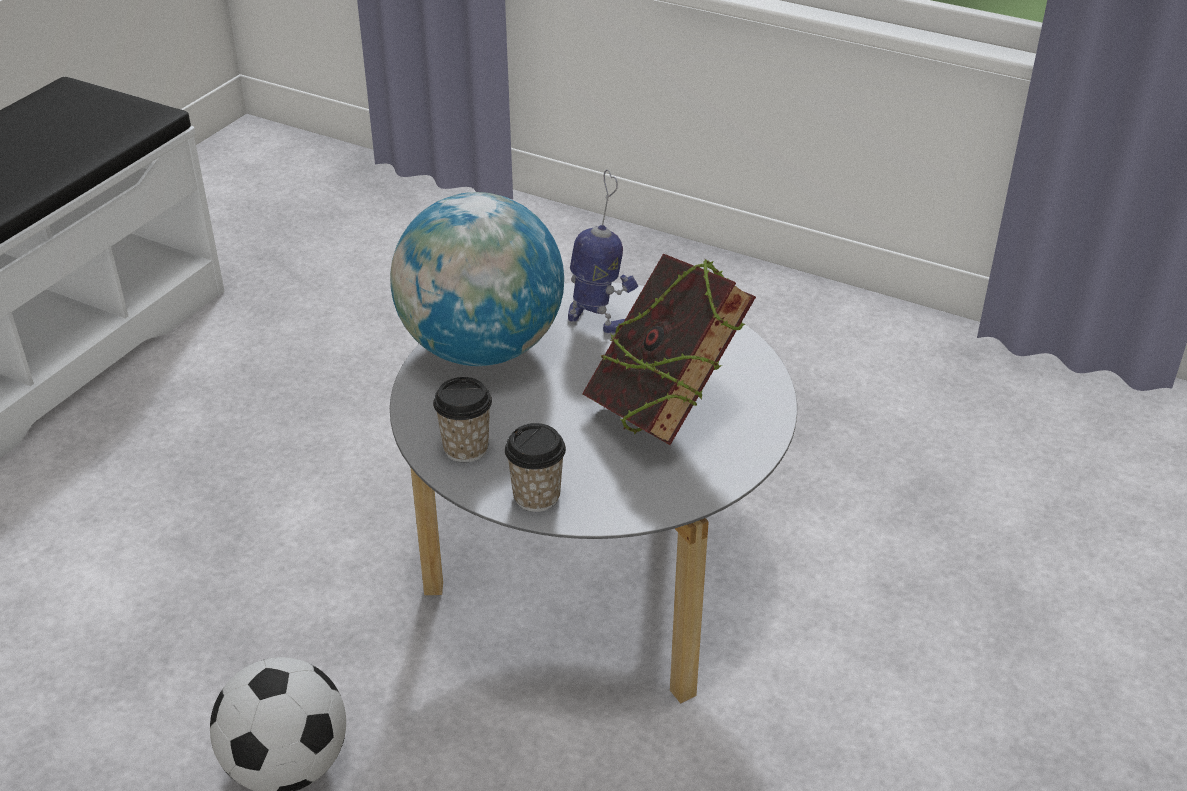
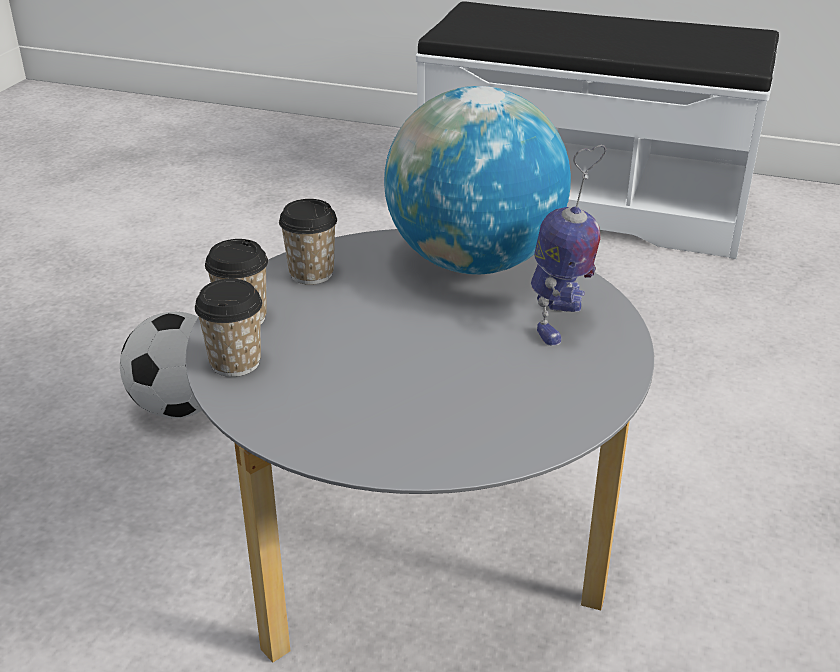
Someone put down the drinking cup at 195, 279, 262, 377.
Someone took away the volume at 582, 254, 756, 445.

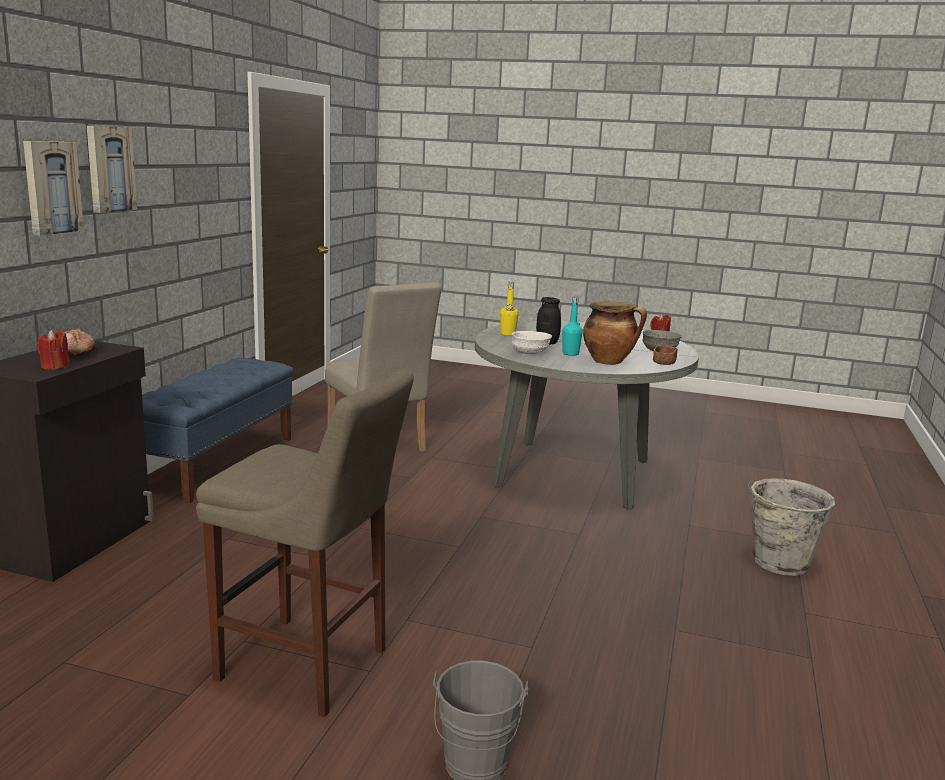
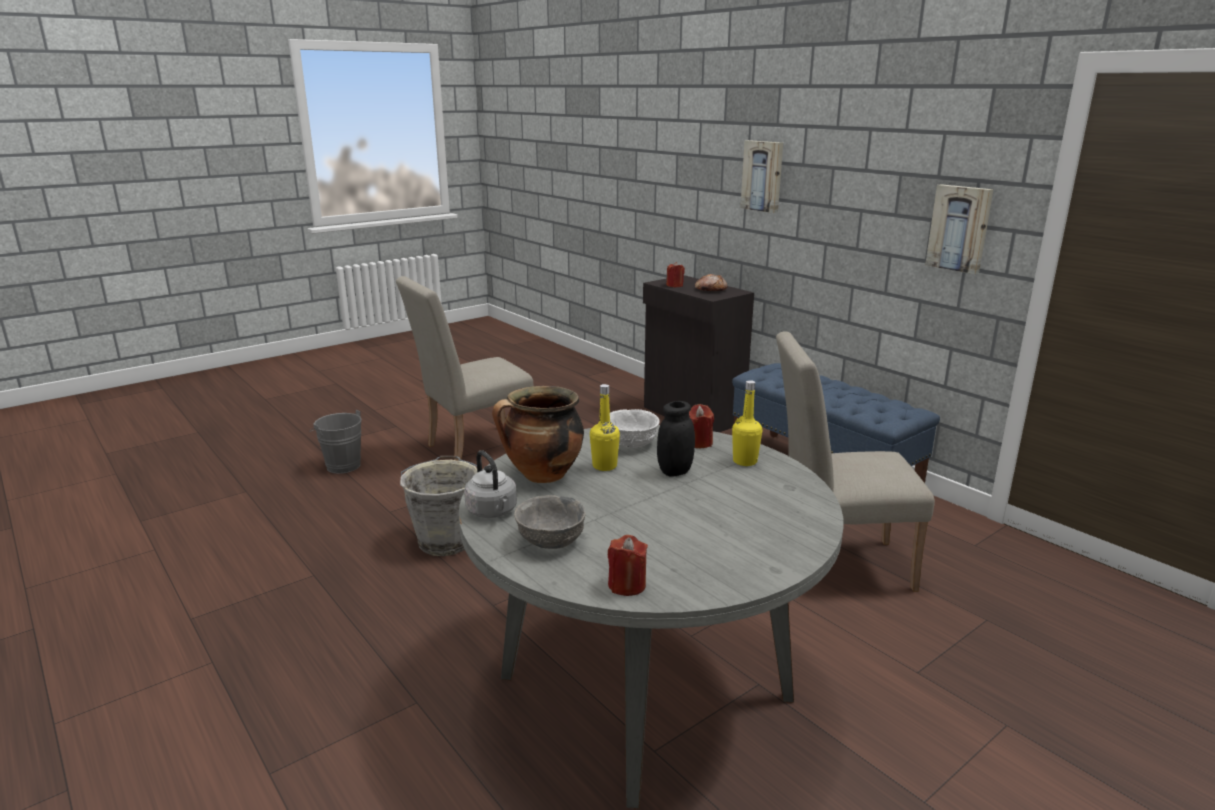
Someone swapped the beige stool seat at 196, 369, 414, 717 for the beige plain chair at 396, 276, 534, 461.
Someone carried the gray water bucket from 747, 478, 835, 576 to 400, 456, 477, 556.
Someone swapped the brown serving bowl at 653, 345, 677, 365 for the gray water kettle at 464, 450, 517, 518.
Someone repainted the turquoise-coloured bottle at 563, 296, 583, 356, which became the yellow bottle at 590, 384, 620, 471.
Someone put down the reddish wax candle at 689, 404, 714, 448.
Someone carried the wall art from 87, 126, 137, 213 to 925, 184, 993, 274.

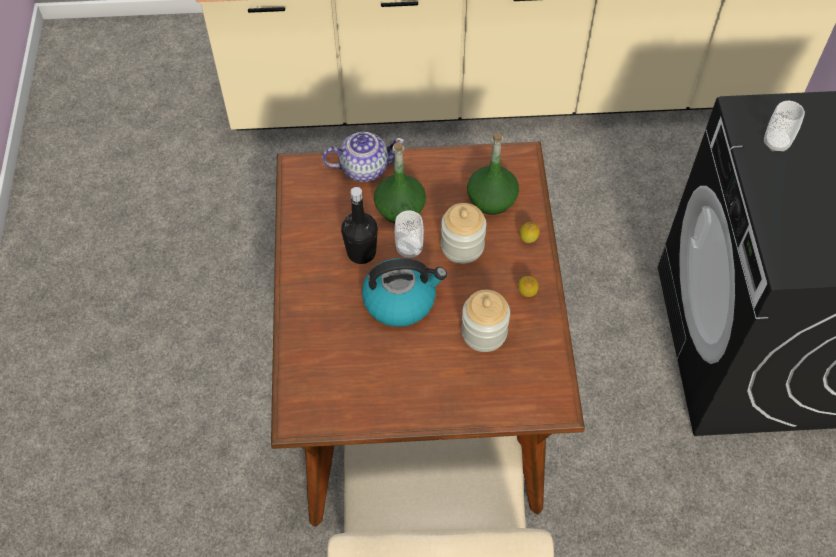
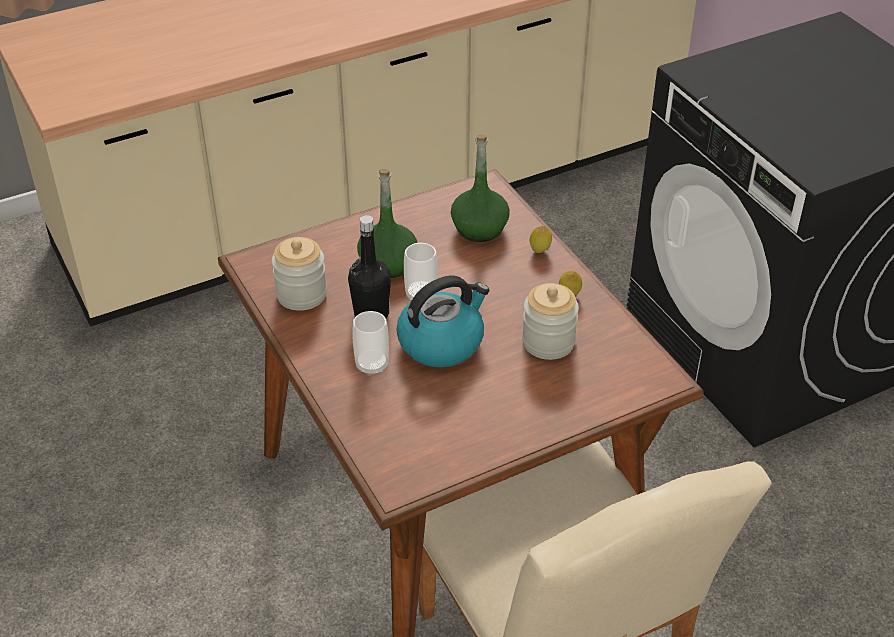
Someone carried the jar from 441, 203, 486, 264 to 272, 237, 327, 311.
Someone carried the drinking cup from 764, 101, 805, 152 to 352, 311, 389, 376.
Someone took away the pot for tea at 322, 132, 404, 182.

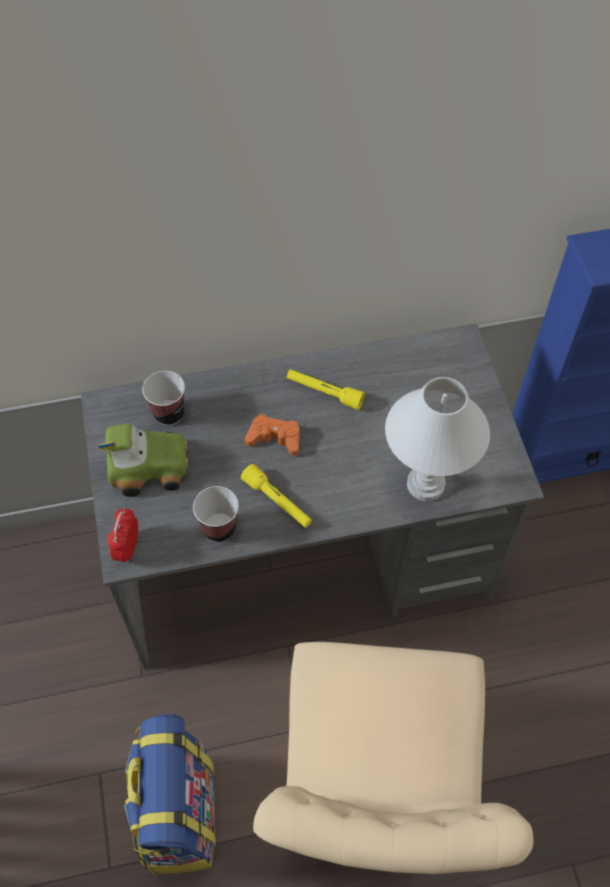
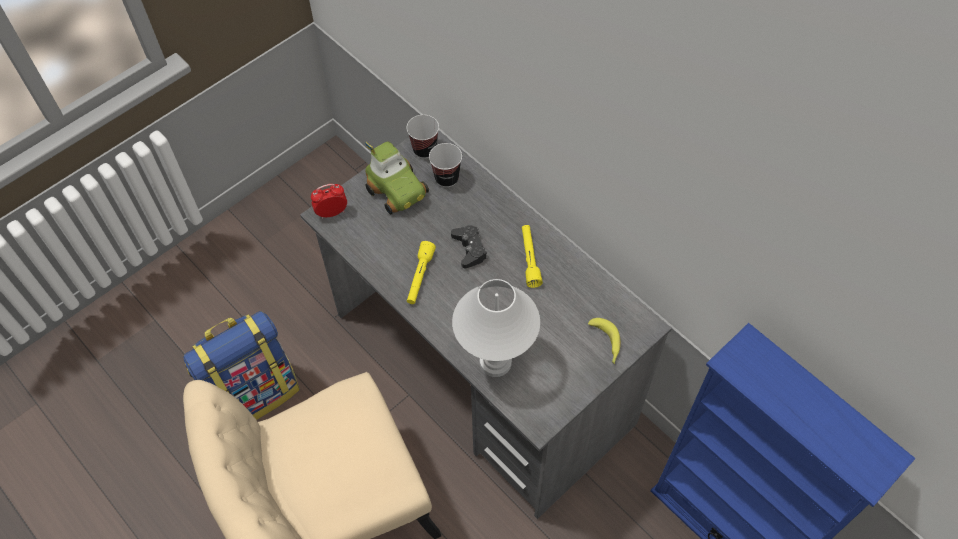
Someone carried the drinking cup from 193, 486, 239, 542 to 406, 115, 439, 159.
Someone repainted the orange-coloured game controller at 245, 414, 300, 456, which became the black-coloured game controller at 451, 225, 488, 269.
Someone put down the whole banana at 588, 318, 621, 364.

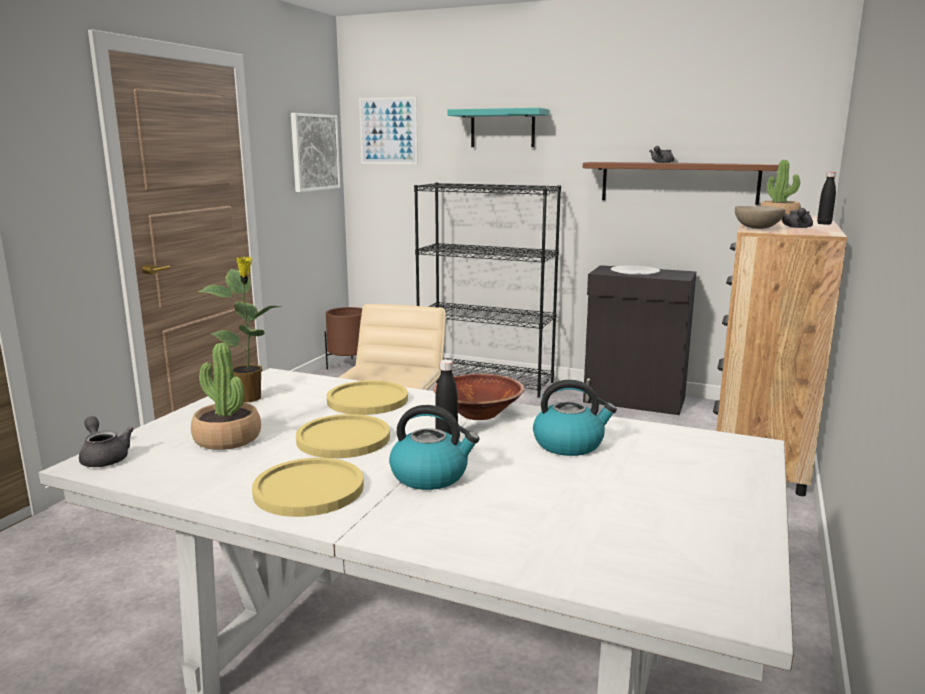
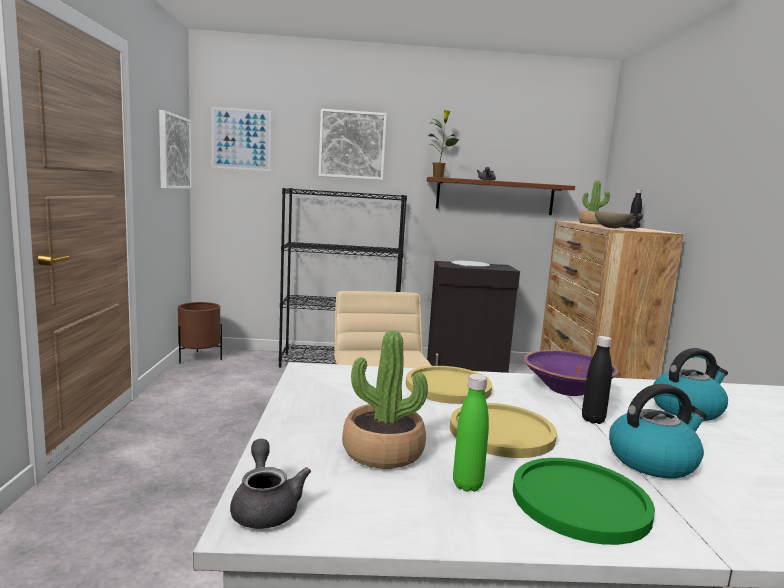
Someone rotated the gray pot for tea at 79, 416, 134, 467 by 45 degrees clockwise.
Someone swapped the turquoise-coloured wall shelf at 447, 108, 549, 147 for the wall art at 319, 109, 387, 180.
Someone carried the plant in a pot from 198, 256, 283, 402 to 428, 110, 460, 177.
Someone put down the green bottle at 453, 374, 489, 492.
Someone repainted the yellow dinner plate at 252, 458, 364, 517, which became the green dinner plate at 513, 458, 655, 545.
Someone repainted the brown serving bowl at 433, 374, 525, 420, which became the purplish serving bowl at 524, 350, 619, 396.

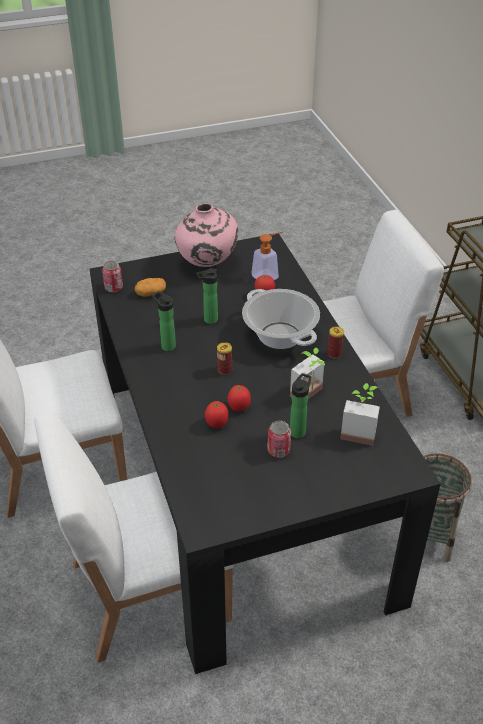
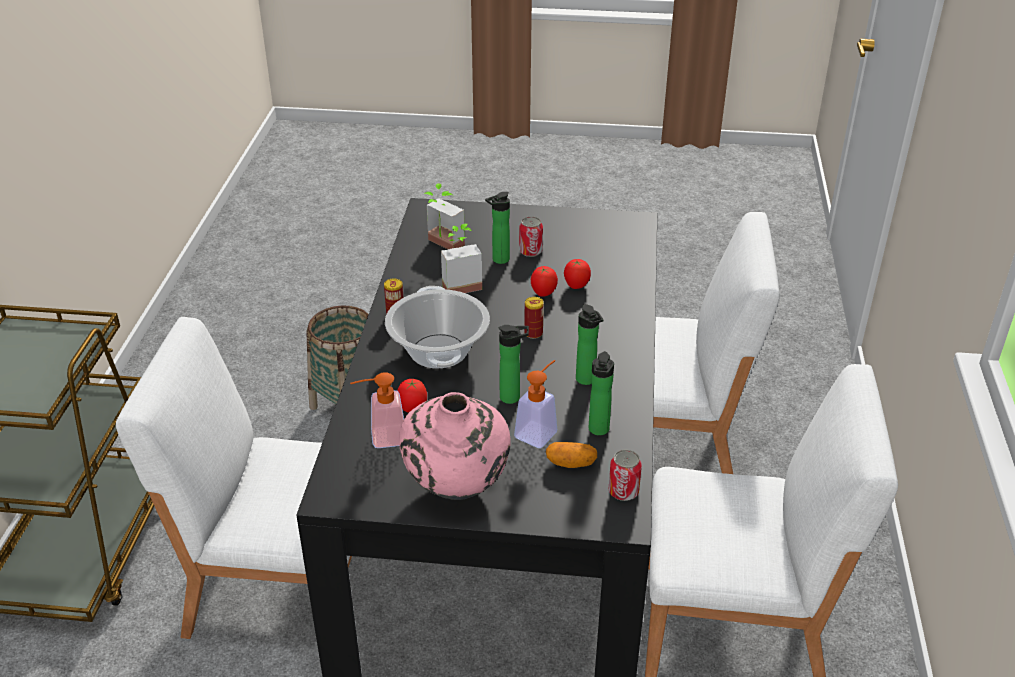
Someone put down the soap bottle at 514, 360, 557, 448.
Someone put down the bottle at 589, 351, 614, 435.

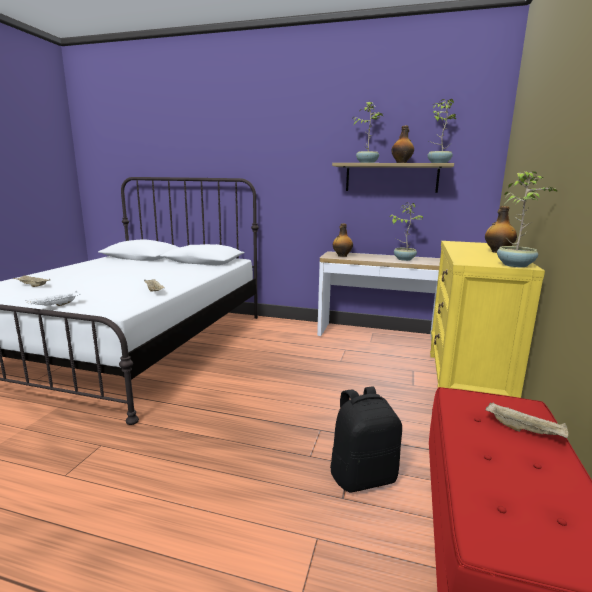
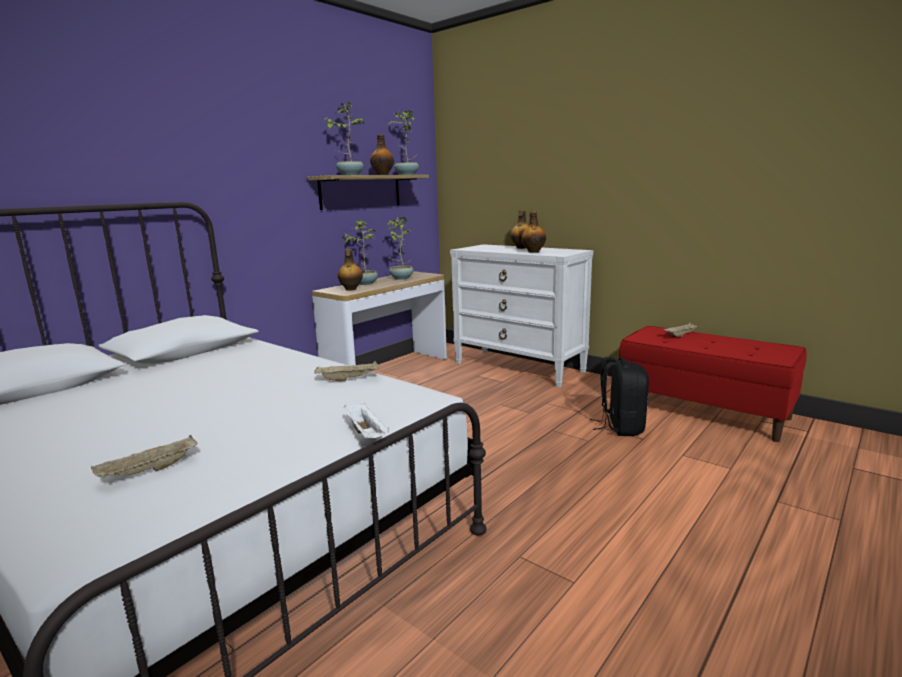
Someone carried the plant in a pot from 497, 171, 558, 267 to 344, 220, 378, 285.
Someone repainted the yellow dresser at 430, 241, 545, 398, which became the white-coloured dresser at 450, 244, 593, 388.
Someone put down the bottle at 521, 211, 546, 253.

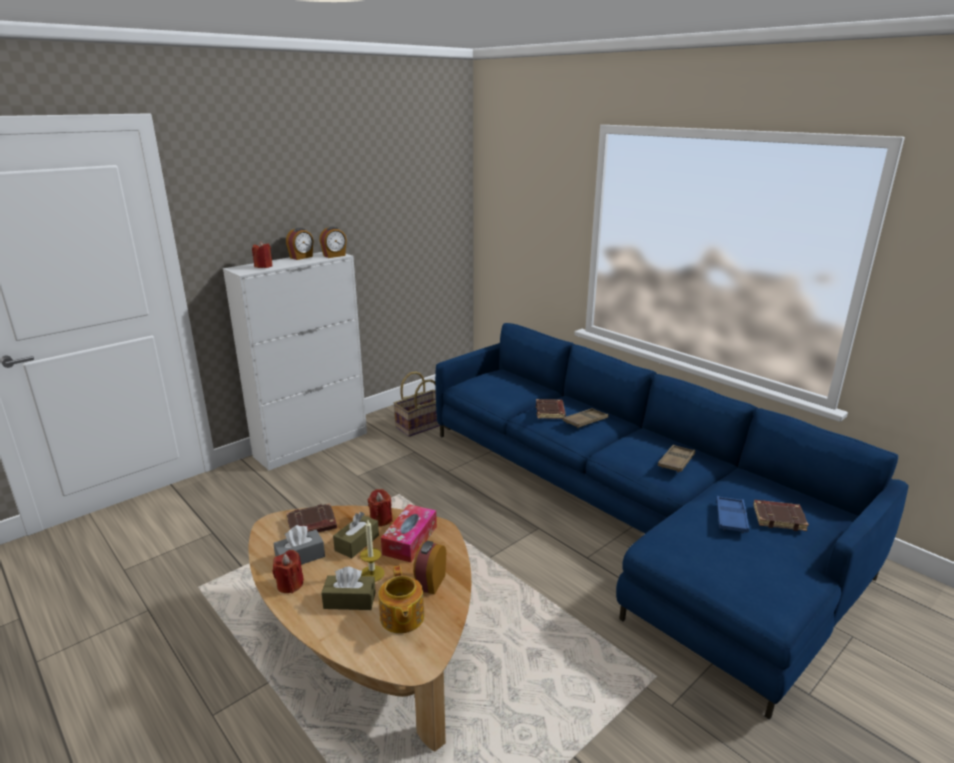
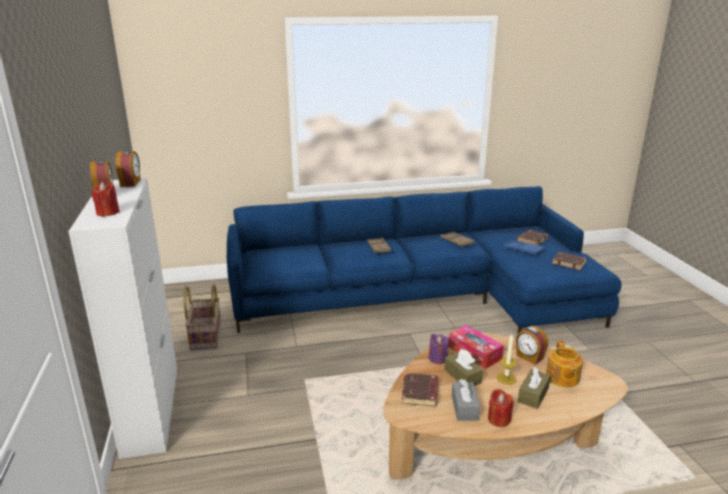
Someone repainted the reddish wax candle at 368, 489, 393, 526, which became the purplish wax candle at 429, 334, 449, 364.
Someone rotated the pot for tea at 378, 566, 424, 634 by 75 degrees clockwise.
Someone carried the brown volume from 536, 399, 566, 419 to 552, 252, 587, 270.

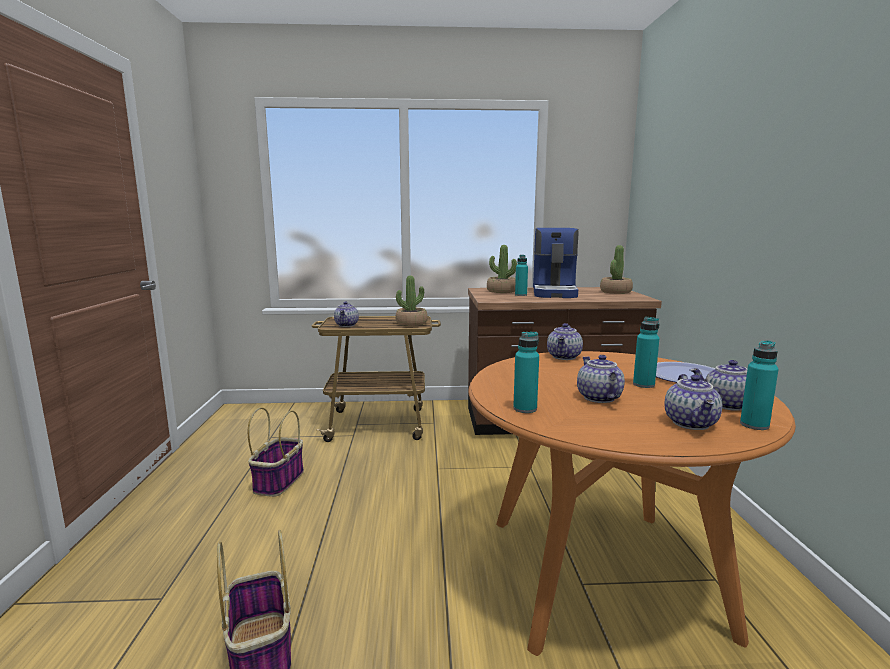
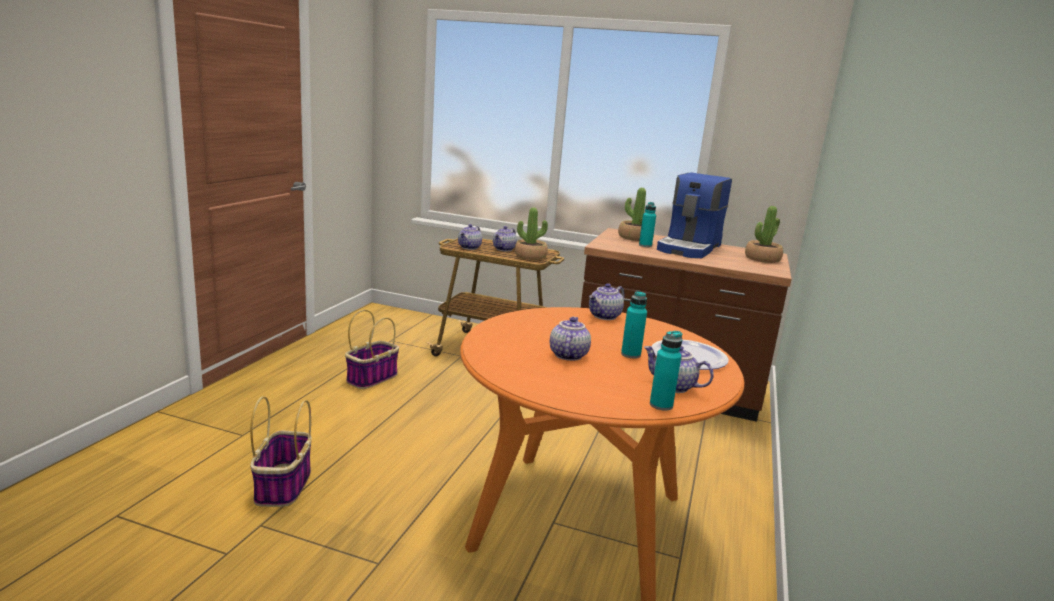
Someone carried the pot for tea from 665, 374, 722, 430 to 493, 226, 517, 251.
Someone took away the turquoise-coloured bottle at 513, 332, 539, 413.

